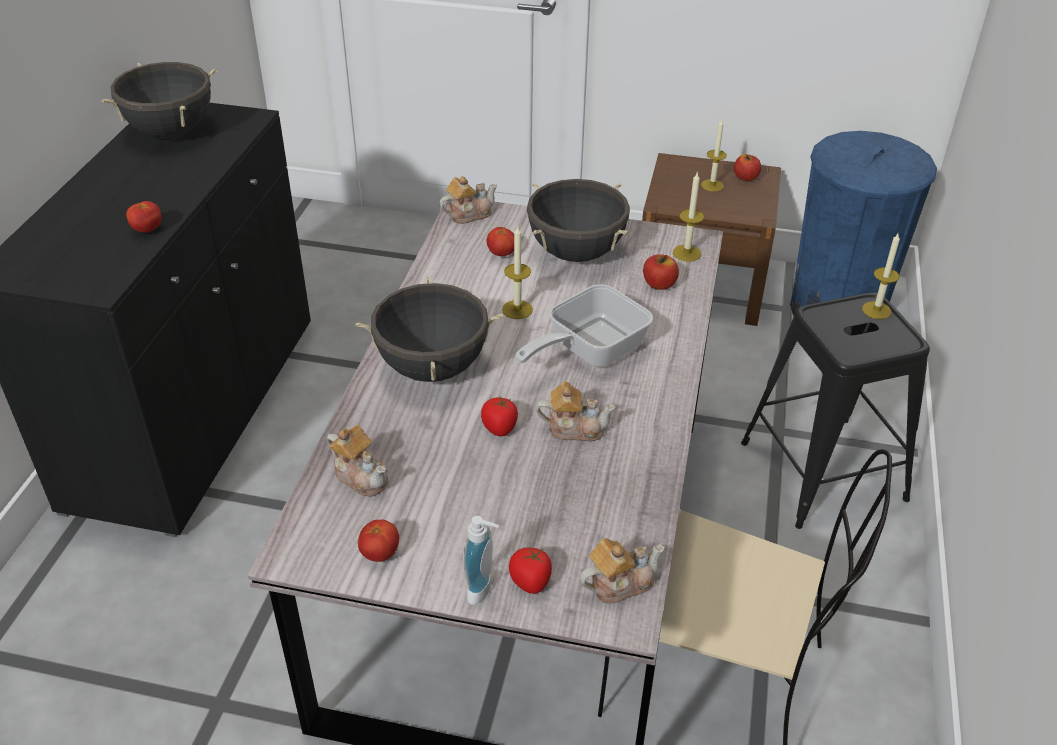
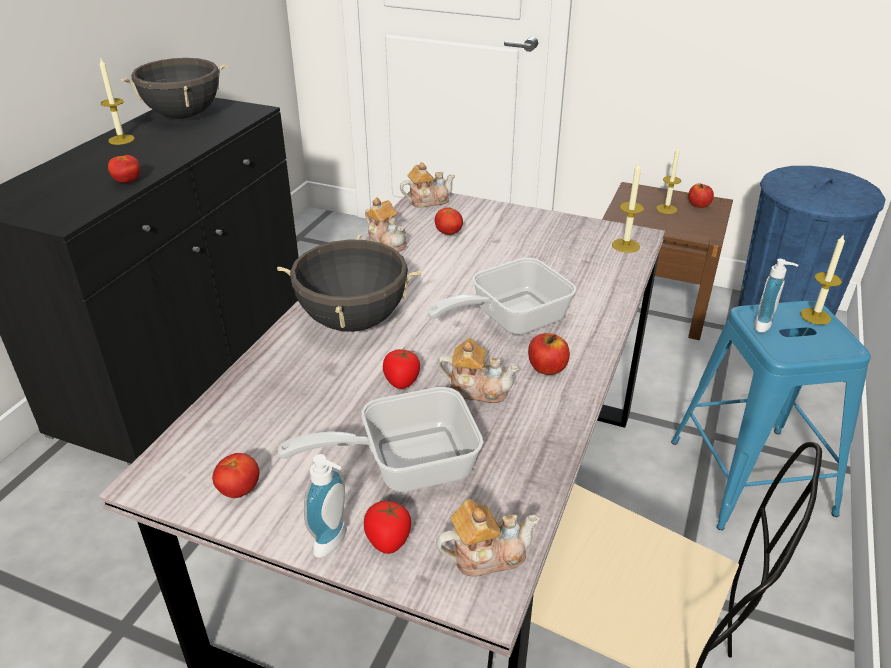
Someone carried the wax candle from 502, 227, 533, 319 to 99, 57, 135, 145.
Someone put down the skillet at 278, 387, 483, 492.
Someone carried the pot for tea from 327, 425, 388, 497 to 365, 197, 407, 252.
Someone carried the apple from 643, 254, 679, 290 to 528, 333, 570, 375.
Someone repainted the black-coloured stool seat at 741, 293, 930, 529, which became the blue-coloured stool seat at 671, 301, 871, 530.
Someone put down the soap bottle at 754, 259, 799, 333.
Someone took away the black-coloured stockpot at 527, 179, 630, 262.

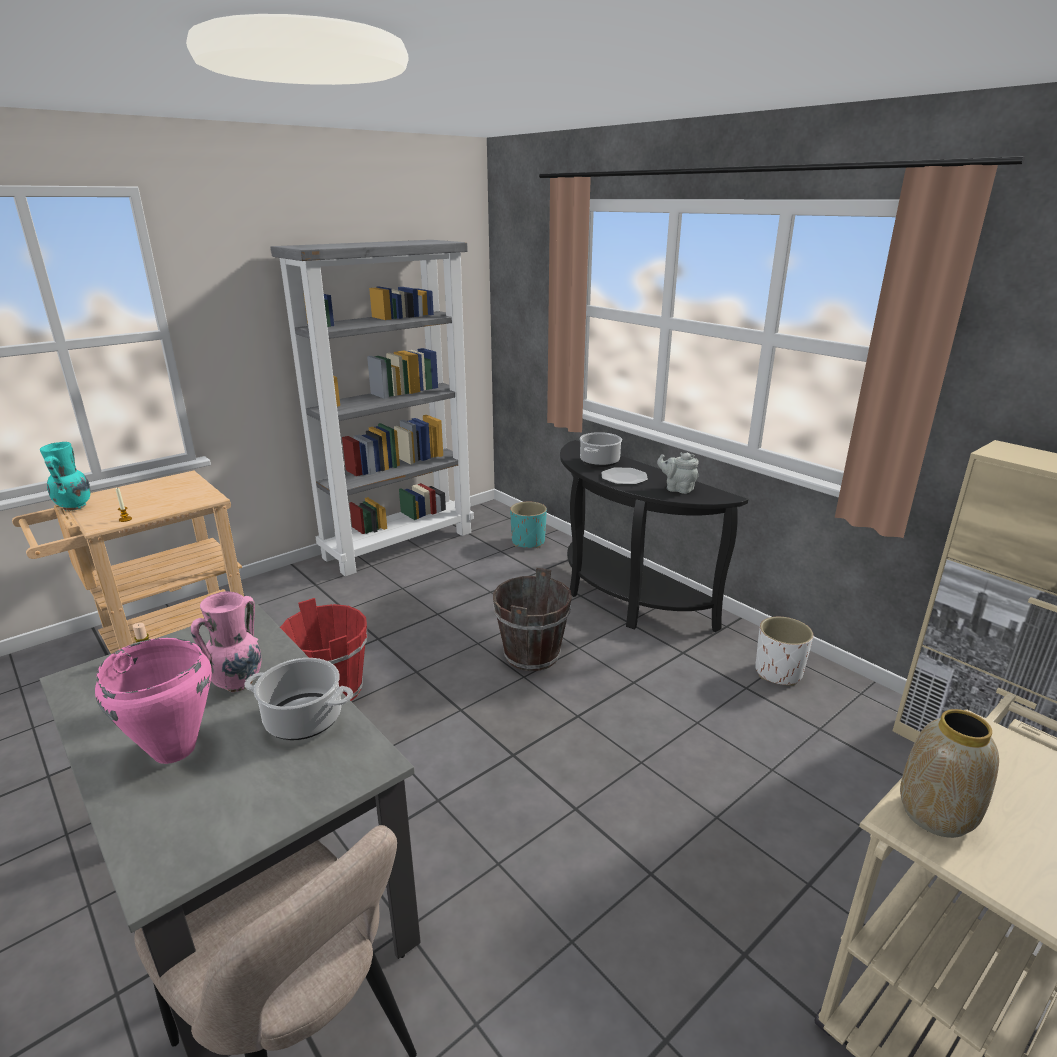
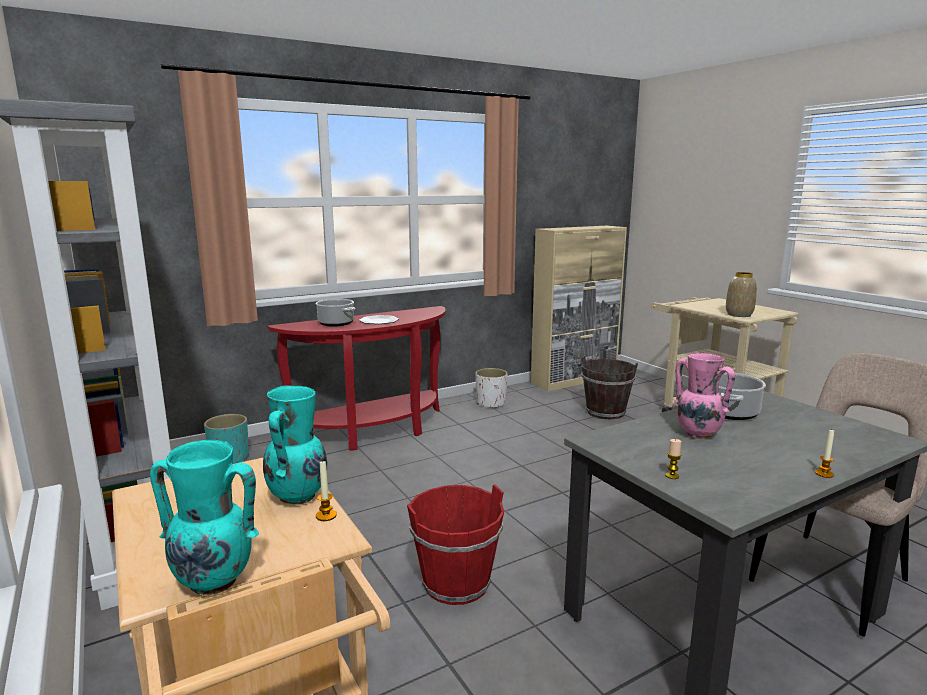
Someone put down the turquoise-coloured flower vase at 263, 385, 327, 505.
Someone repainted the black-coloured narrow table at 560, 440, 748, 632, which became the reddish narrow table at 267, 306, 446, 451.
Someone carried the brown water bucket from 493, 568, 572, 671 to 581, 356, 638, 419.
Someone put down the wax candle at 815, 430, 834, 478.
Someone took away the pink-coloured stockpot at 95, 638, 212, 764.
Someone took away the gray pot for tea at 657, 453, 699, 494.

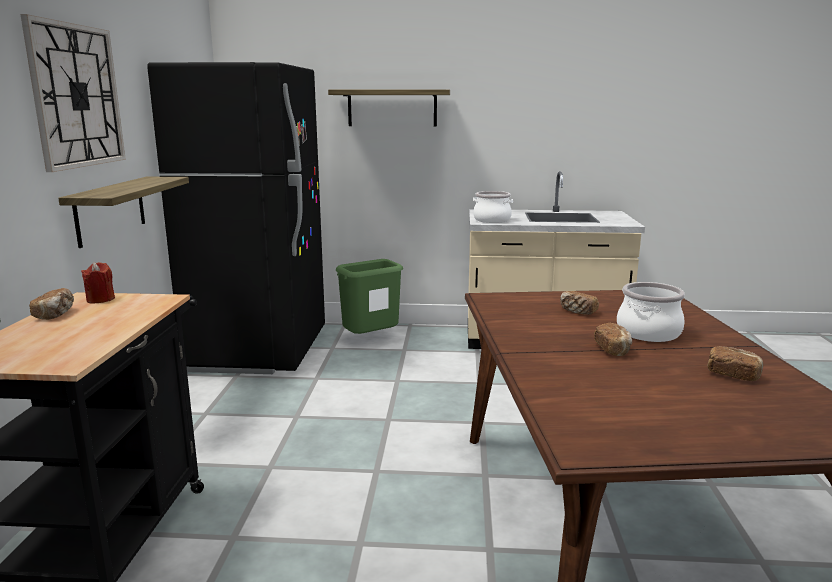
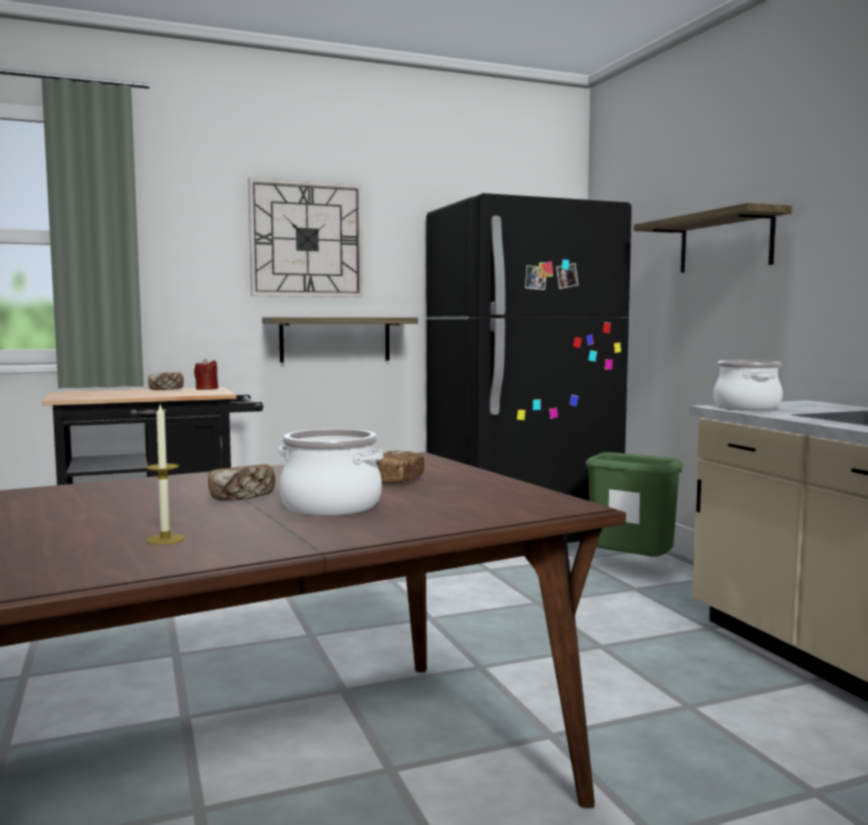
Someone swapped the baked bread at 708, 346, 763, 381 for the wax candle at 146, 405, 184, 545.

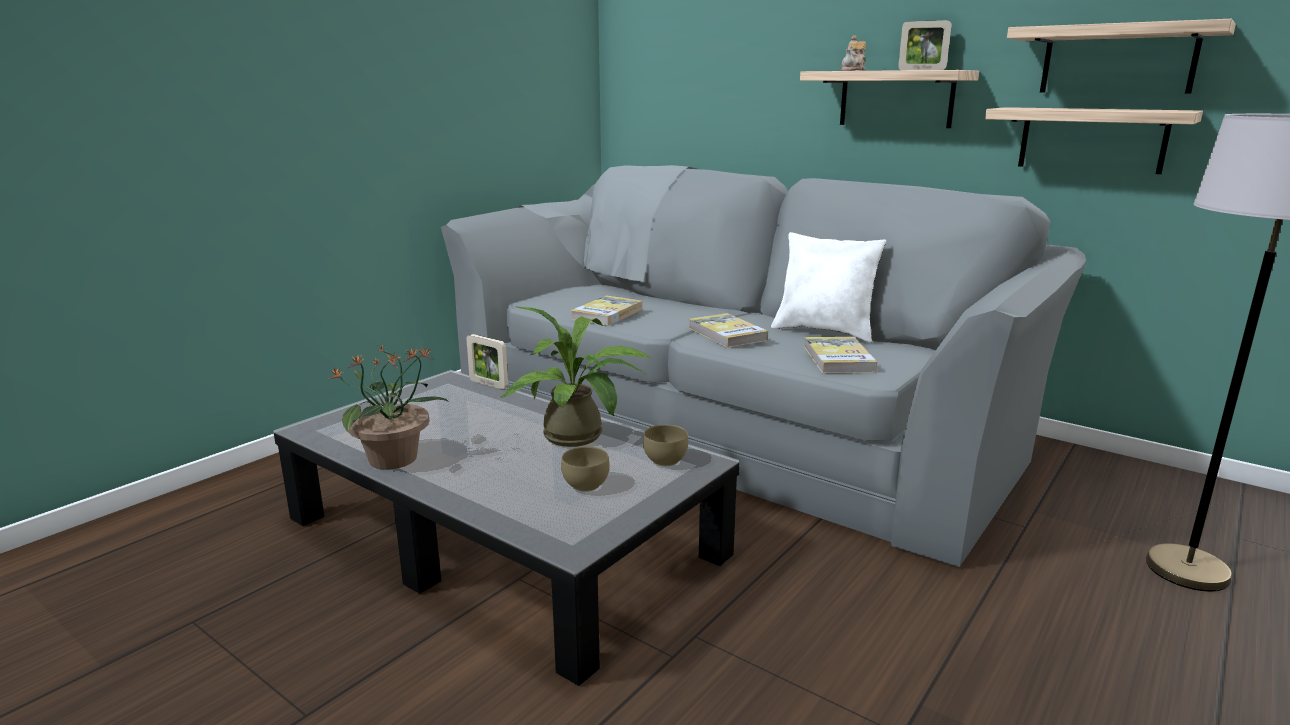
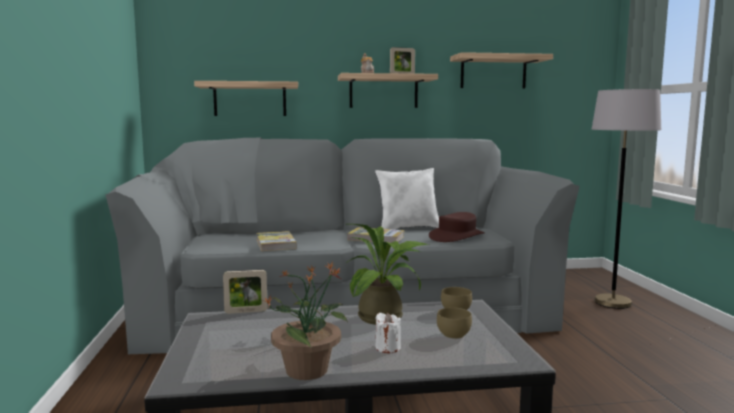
Someone carried the wall shelf from 985, 107, 1203, 174 to 194, 81, 298, 116.
Someone put down the white-coloured wax candle at 375, 313, 401, 353.
Someone swapped the volume at 804, 337, 877, 373 for the brown wearable hat at 429, 212, 485, 242.

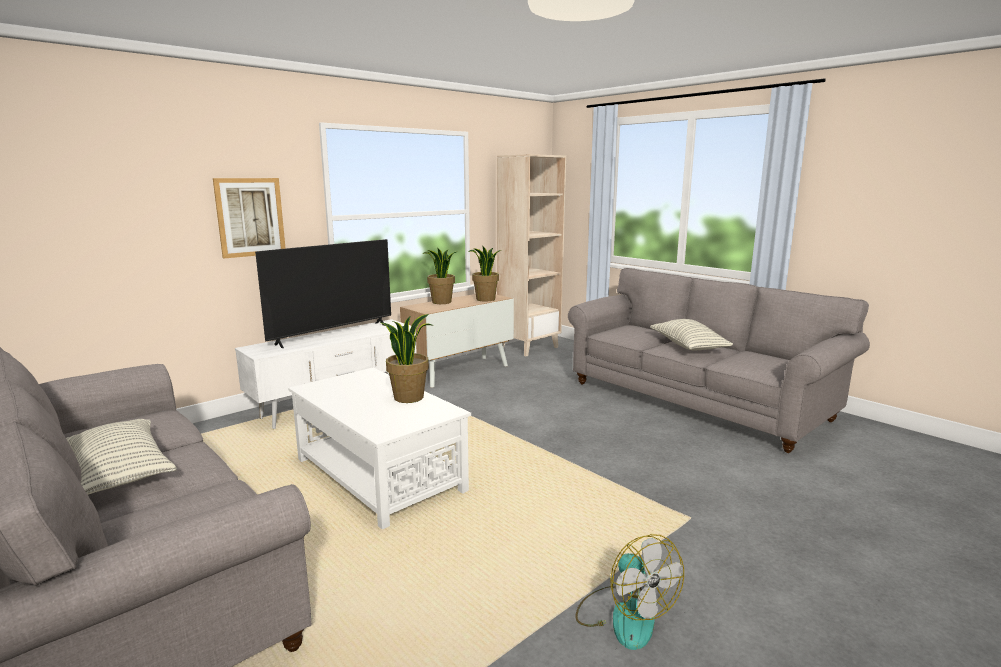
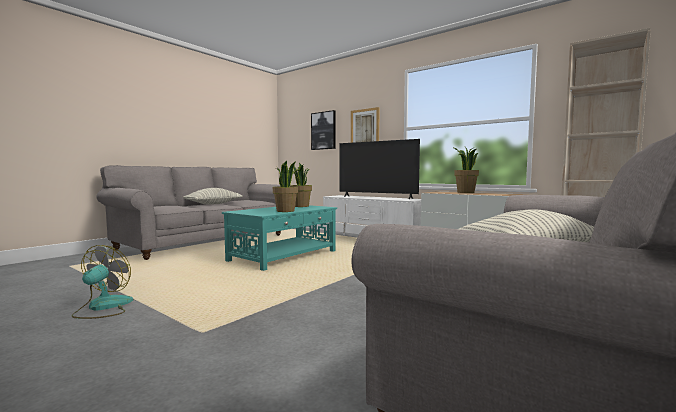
Someone rotated the cooling fan at 575, 534, 684, 650 by 135 degrees clockwise.
Someone repainted the white-coloured coffee table at 288, 368, 471, 529, which became the turquoise-coloured coffee table at 222, 205, 337, 271.
Someone carried the plant in a pot from 468, 247, 501, 301 to 290, 163, 312, 207.
Someone put up the wall art at 311, 110, 336, 150.

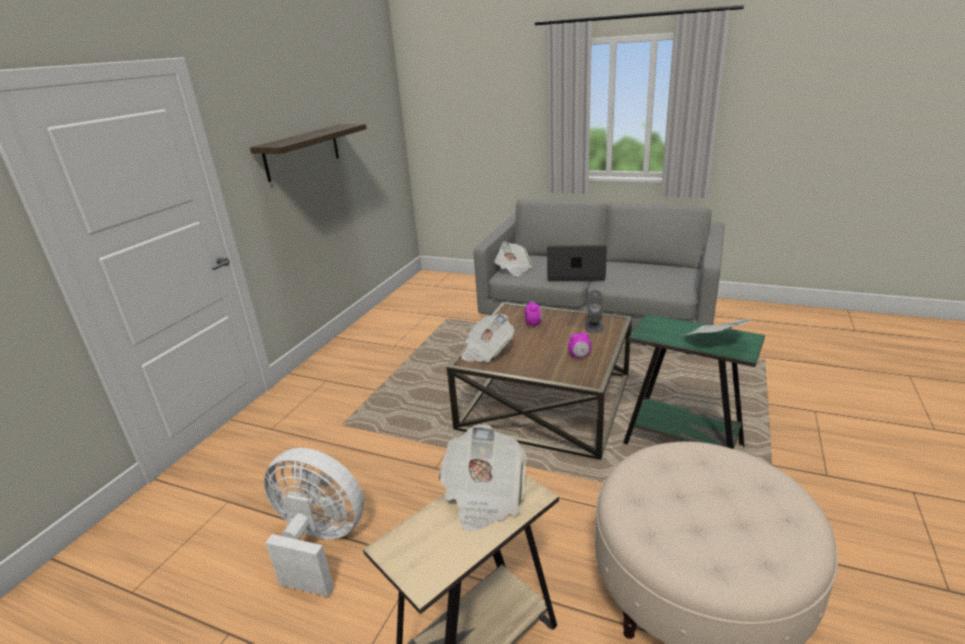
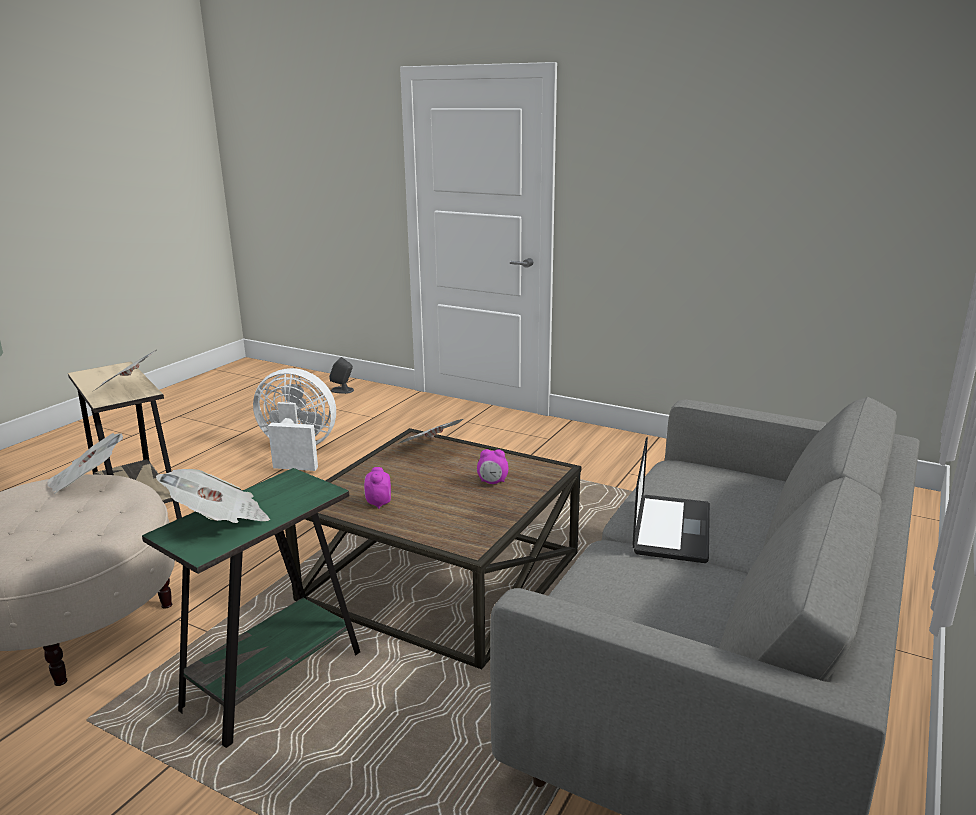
Someone carried the newspaper from 494, 241, 532, 276 to 47, 433, 123, 494.
Someone rotated the white-coloured cooling fan at 264, 448, 364, 597 by 105 degrees counterclockwise.
Someone carried the gray speaker from 585, 290, 604, 333 to 329, 357, 354, 394.
Someone took away the wall shelf at 250, 124, 366, 182.

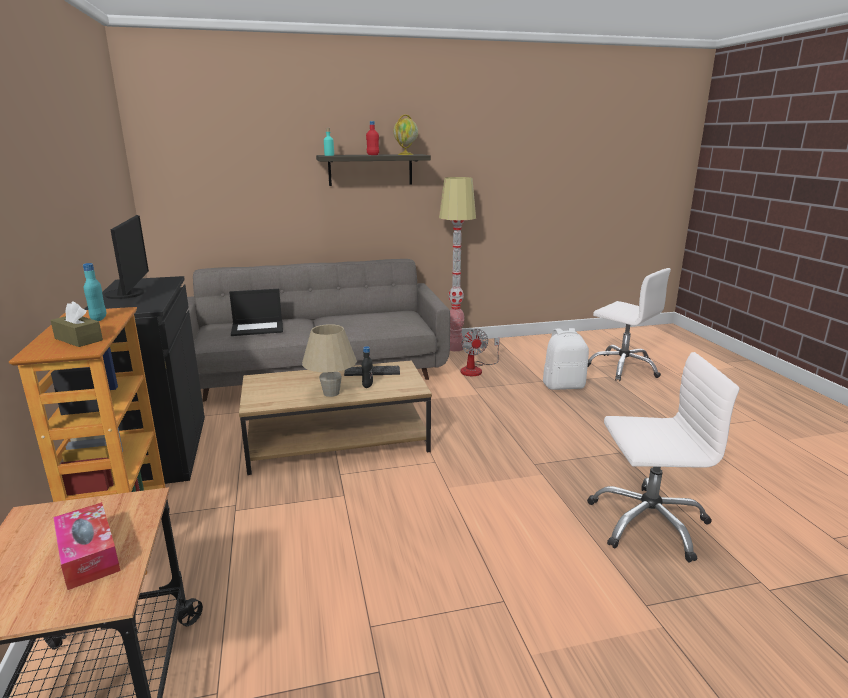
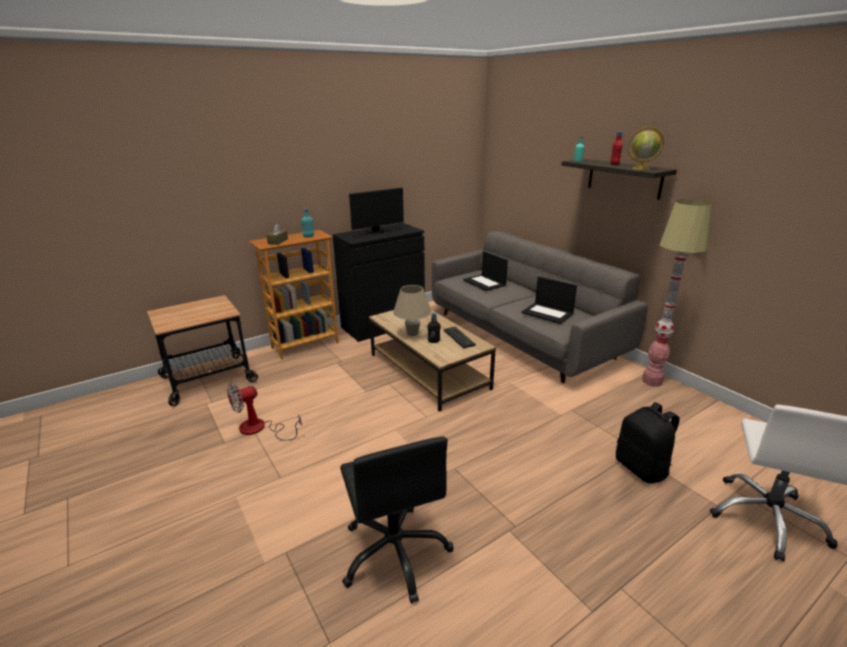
Someone carried the cooling fan from 461, 329, 500, 376 to 227, 383, 302, 441.
Someone repainted the white-coloured computer chair at 587, 352, 740, 562, which became the black-coloured computer chair at 340, 436, 454, 604.
Someone put down the notebook computer at 521, 276, 577, 324.
Someone repainted the white-coloured backpack at 543, 328, 589, 390, which became the black-coloured backpack at 616, 402, 679, 483.
Someone took away the box of tissues at 53, 502, 120, 590.

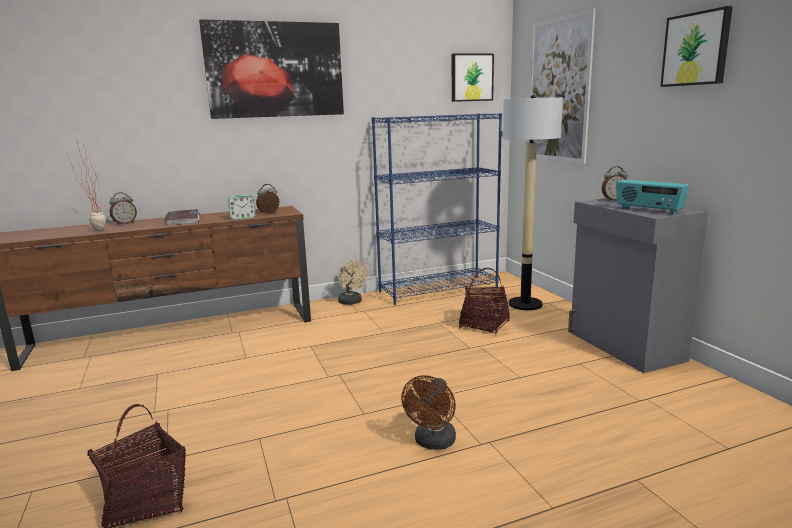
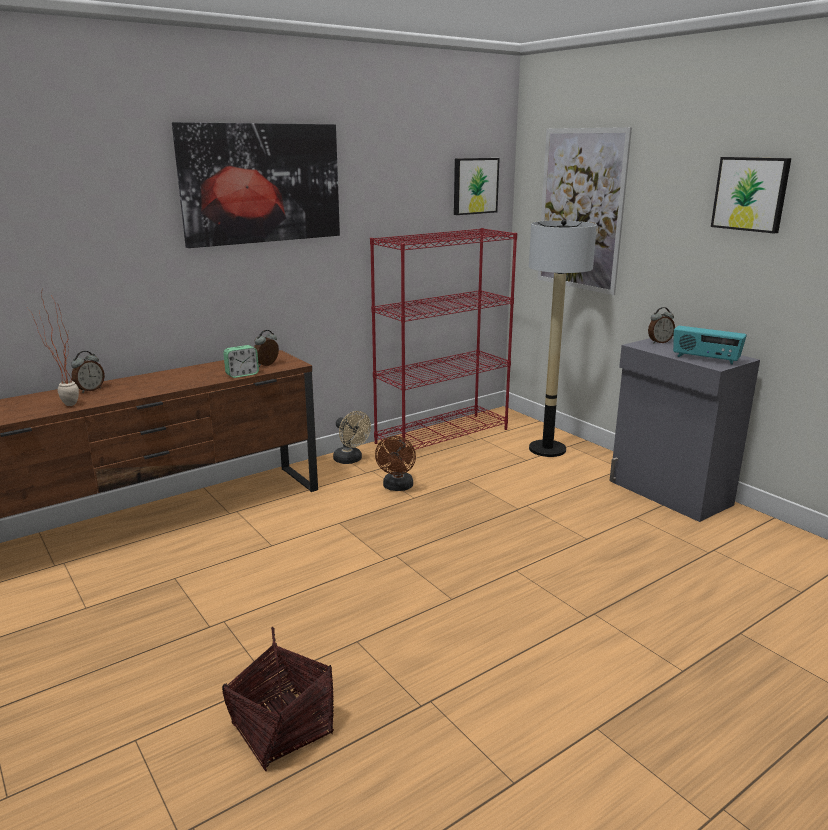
Someone repainted the blue-coloured bookcase at 372, 113, 502, 305, which became the reddish bookcase at 370, 228, 517, 450.
Someone carried the brown cooling fan from 401, 375, 456, 450 to 375, 436, 416, 491.
Someone took away the volume at 165, 209, 201, 226.
Someone took away the household basket at 459, 268, 510, 334.

